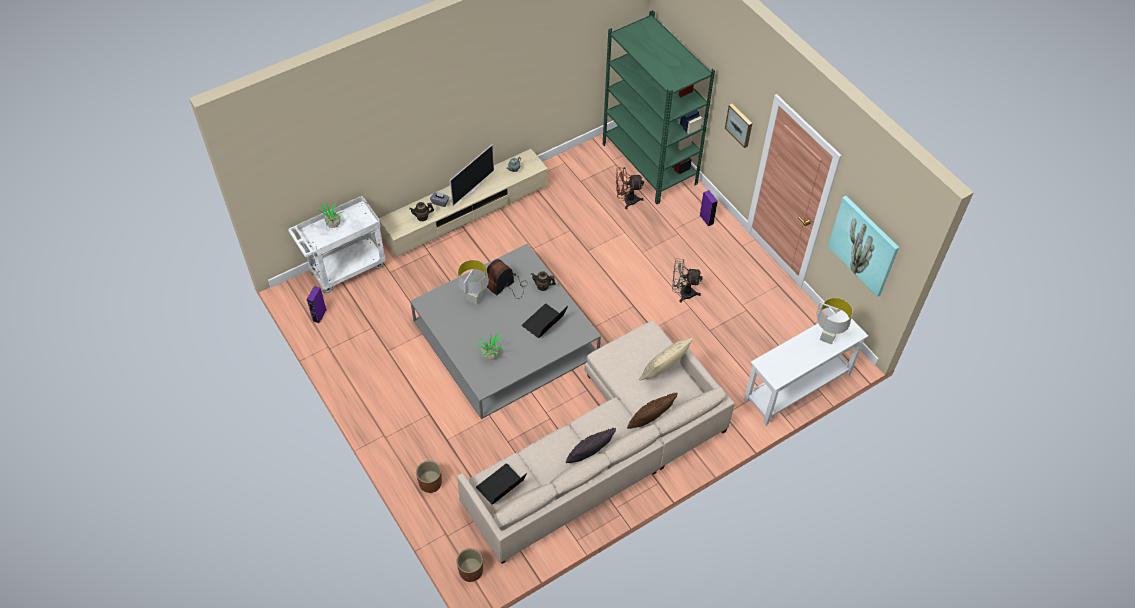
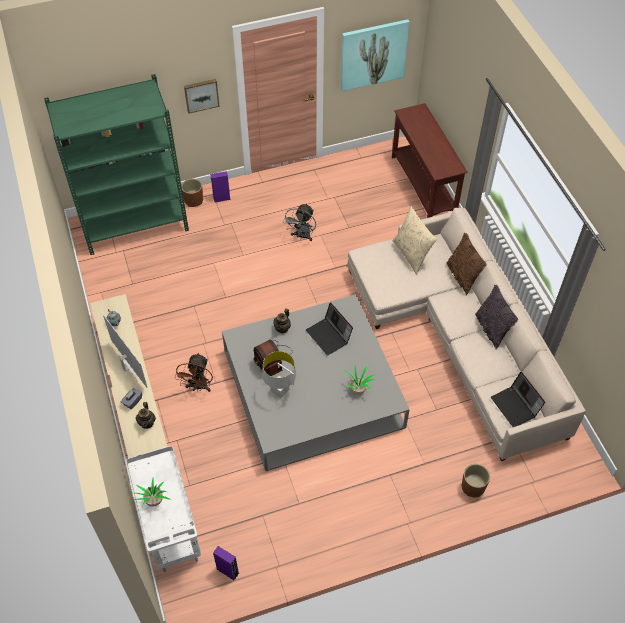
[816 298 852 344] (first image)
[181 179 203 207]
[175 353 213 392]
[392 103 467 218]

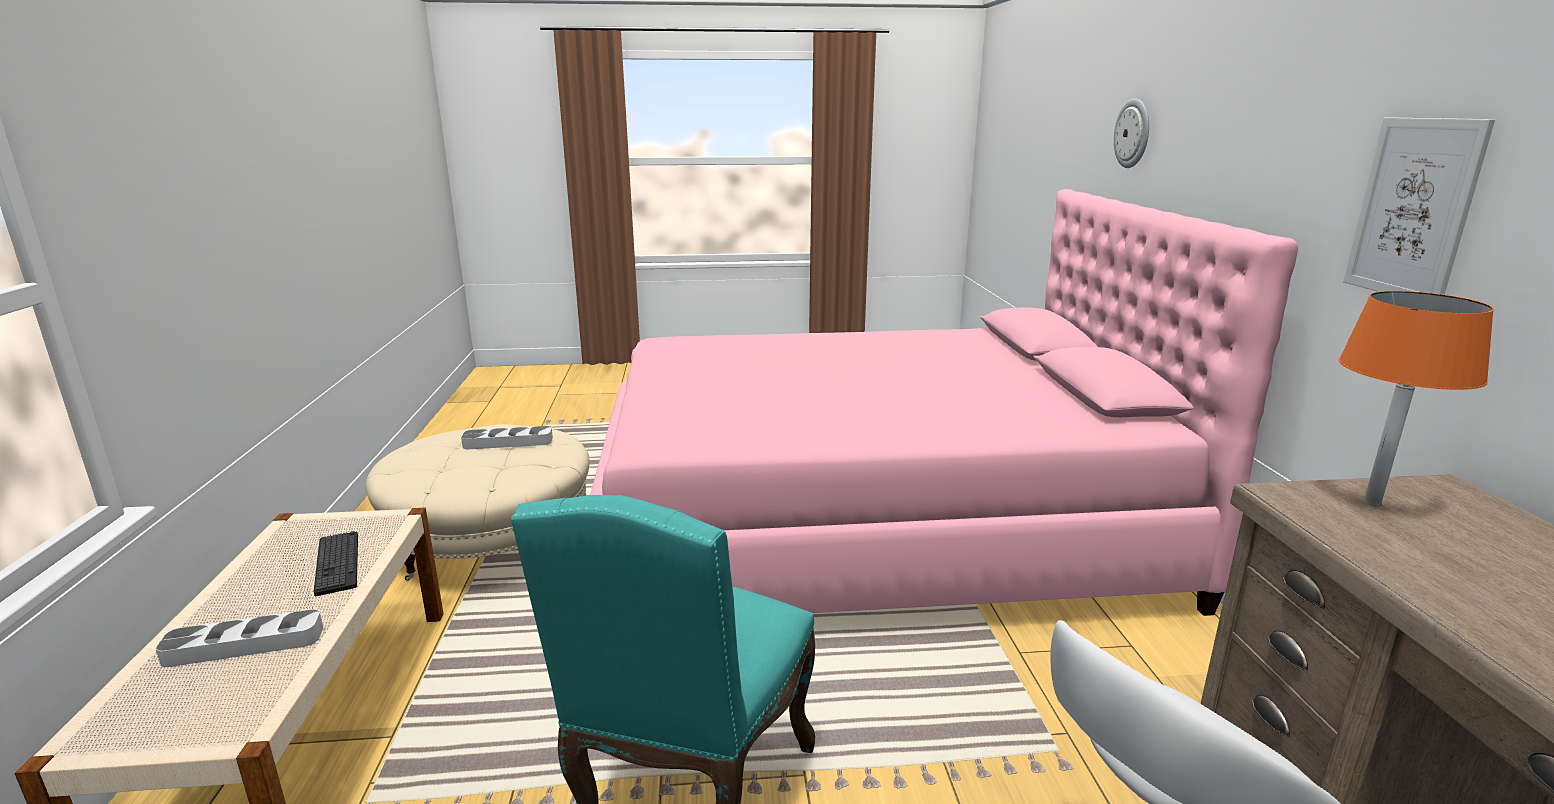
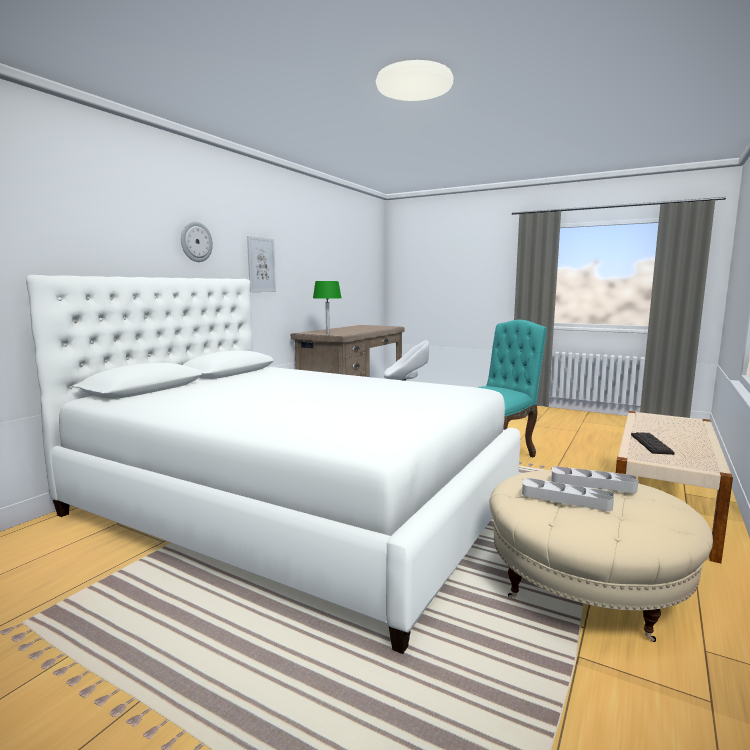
[551 466 638 493]
[181 222 213 262]
[26 275 520 654]
[313 281 341 334]

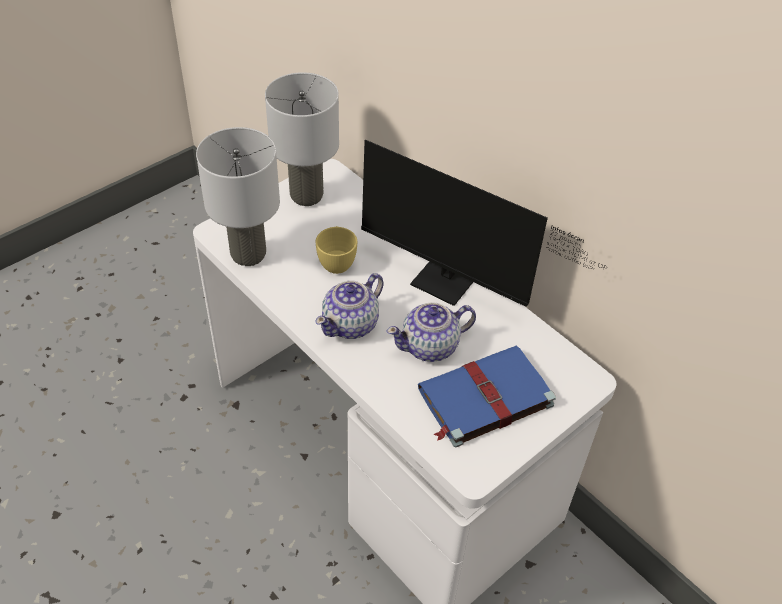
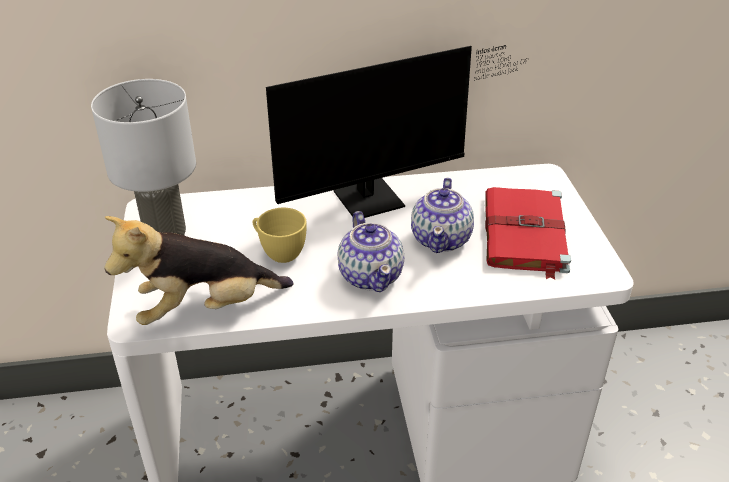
[104 216 294 325]
[485 187 571 280]

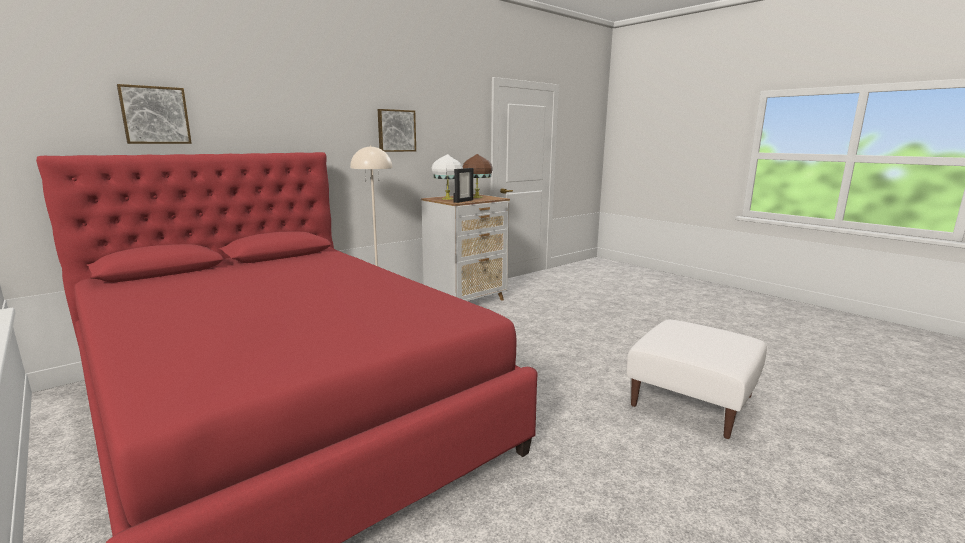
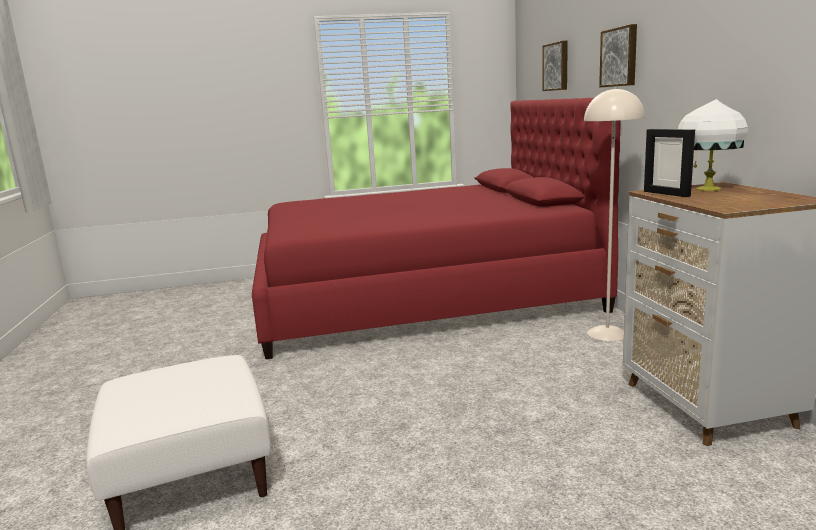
[463 154 493 198] (first image)
[599 24 637 88]

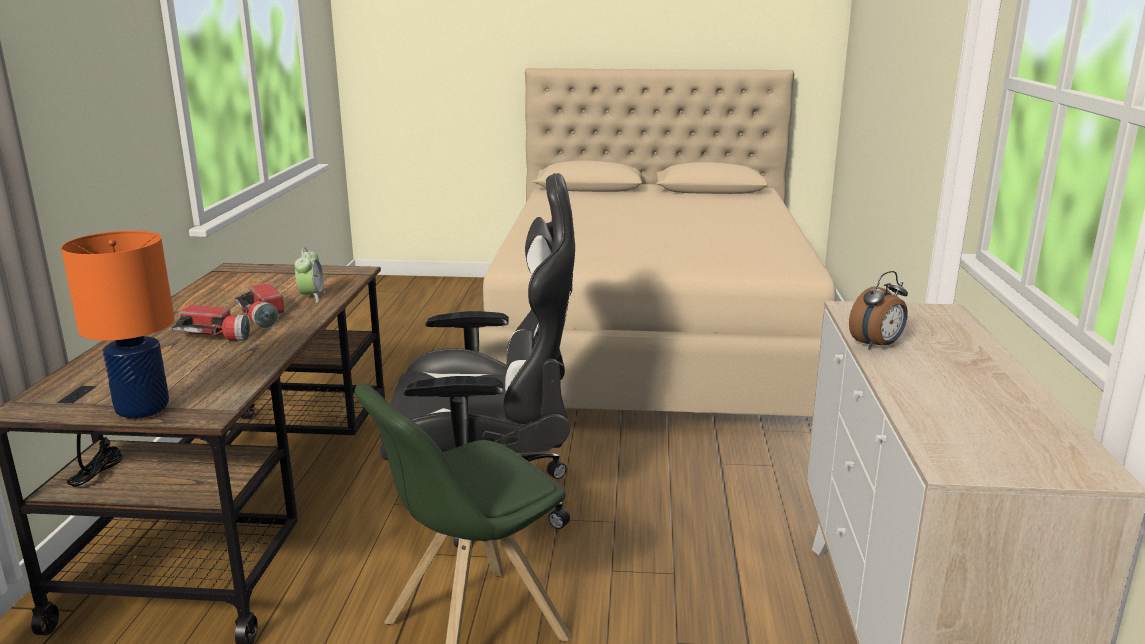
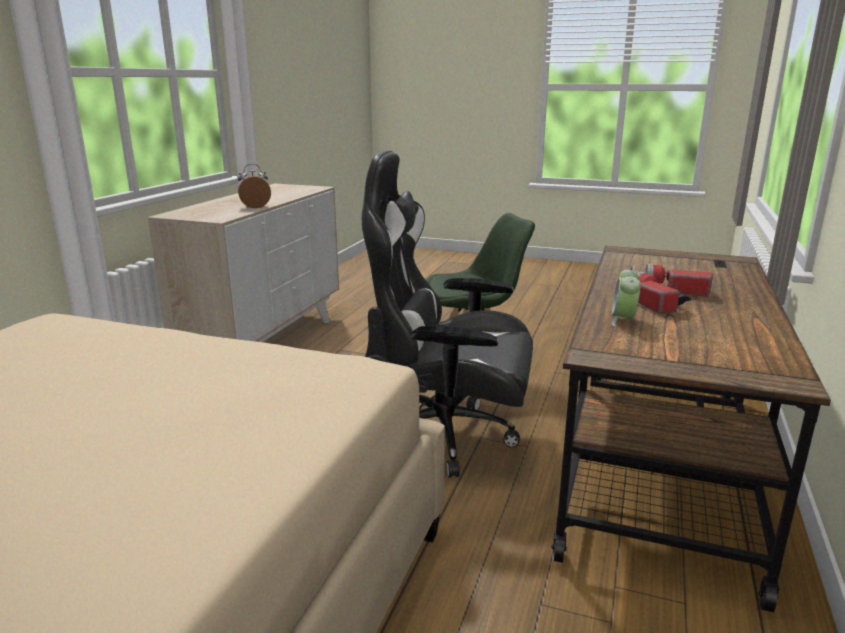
[61 231 175 419] (first image)

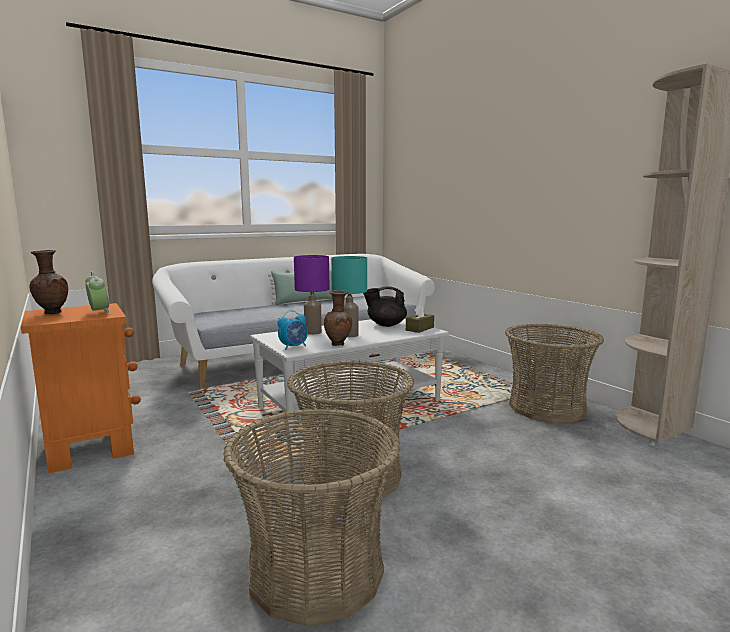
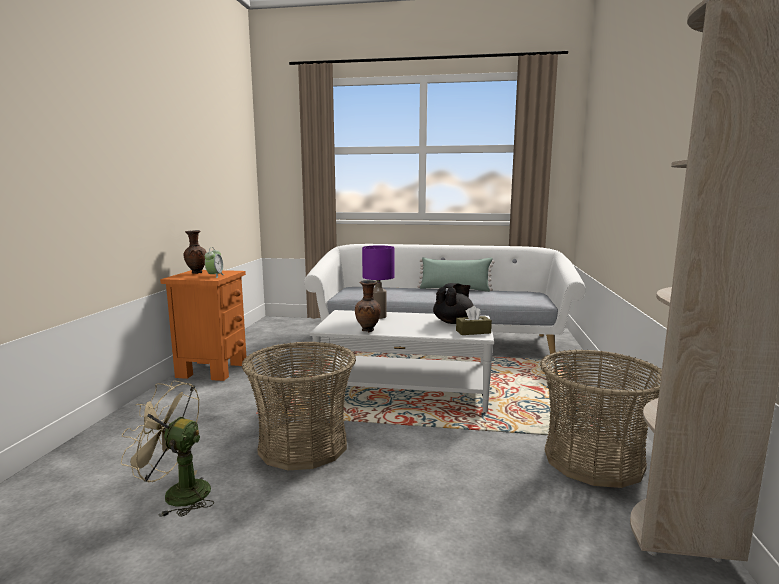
[277 310 308 350] (first image)
[331 256 367 337] (first image)
[121 380 214 517]
[433 283 474 324]

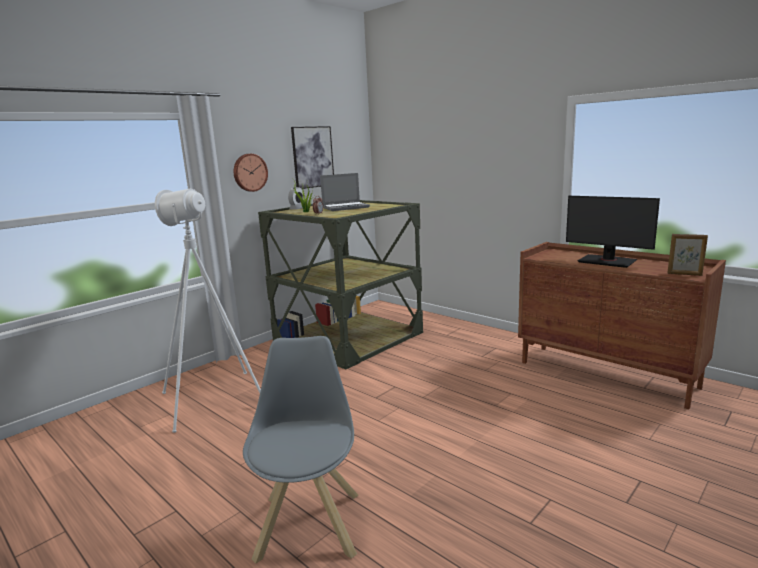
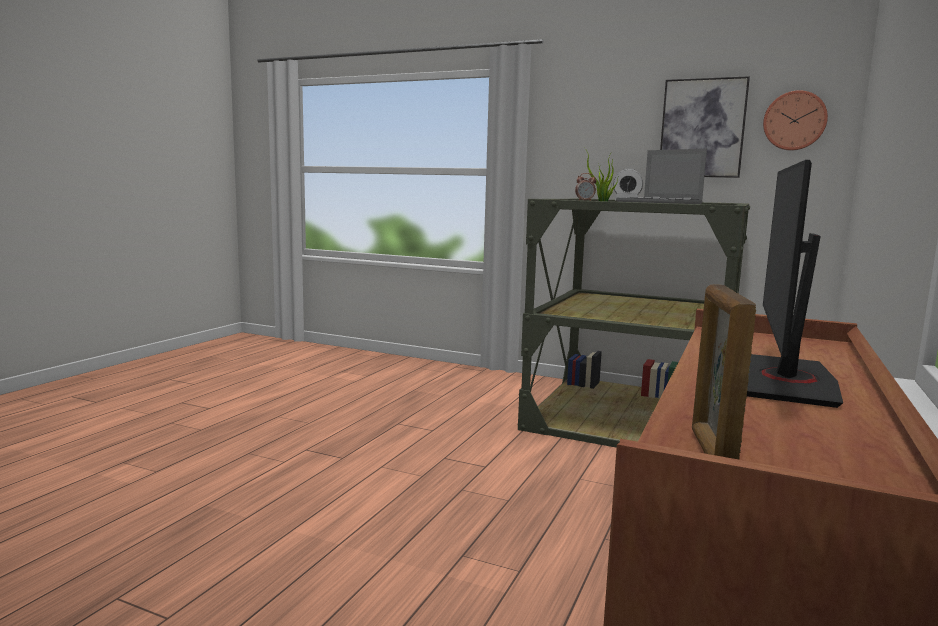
[155 189 261 433] (first image)
[243 336 359 564] (first image)
[763 90 828 151]

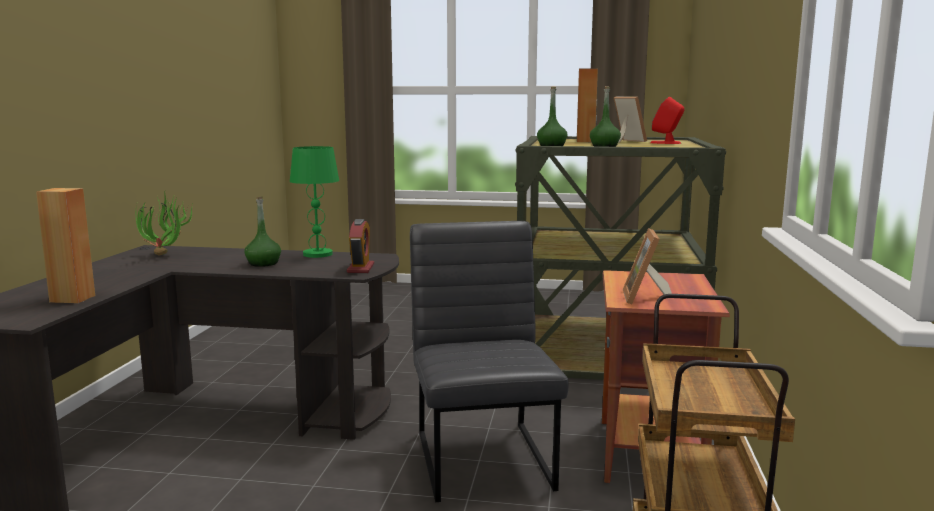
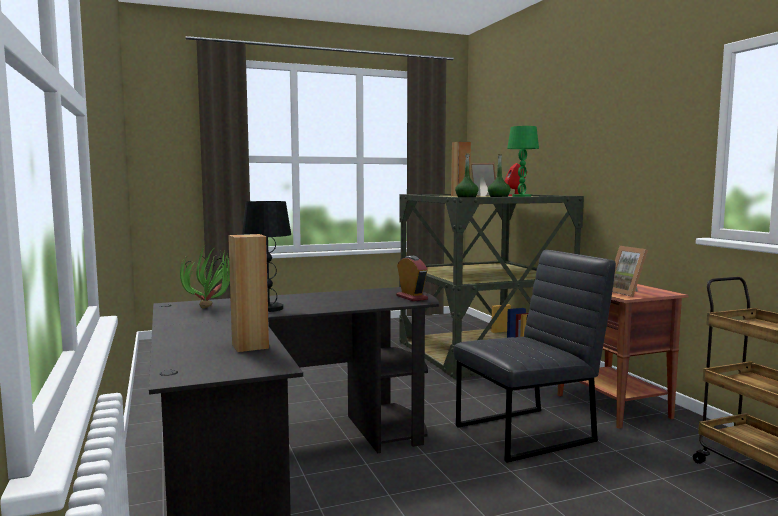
[244 197 281 267] (first image)
[242 201 291 312]
[507 126 539 197]
[454 250 616 463]

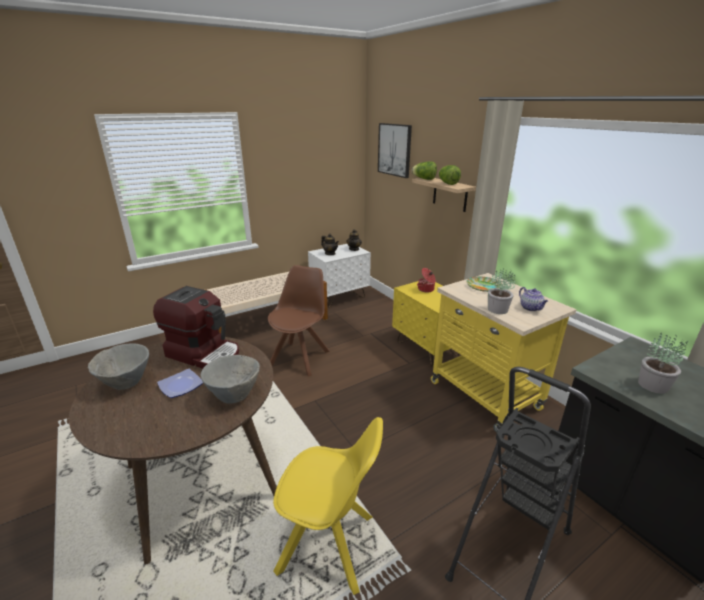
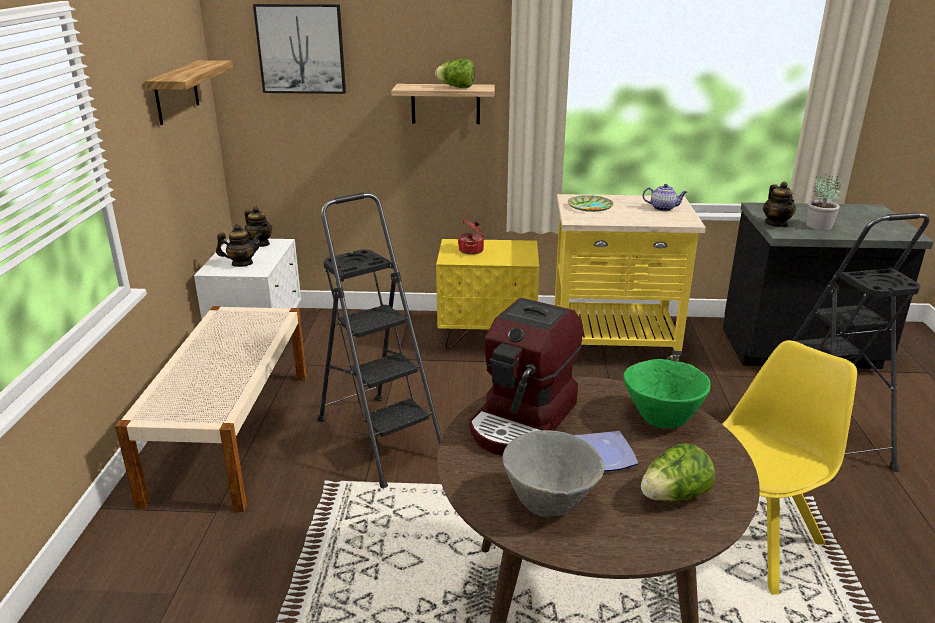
[488 268 516 314] (first image)
[145 60 233 125]
[763 182 796 227]
[641 443 715 501]
[317 193 442 488]
[623 359 711 429]
[469 298 583 456]

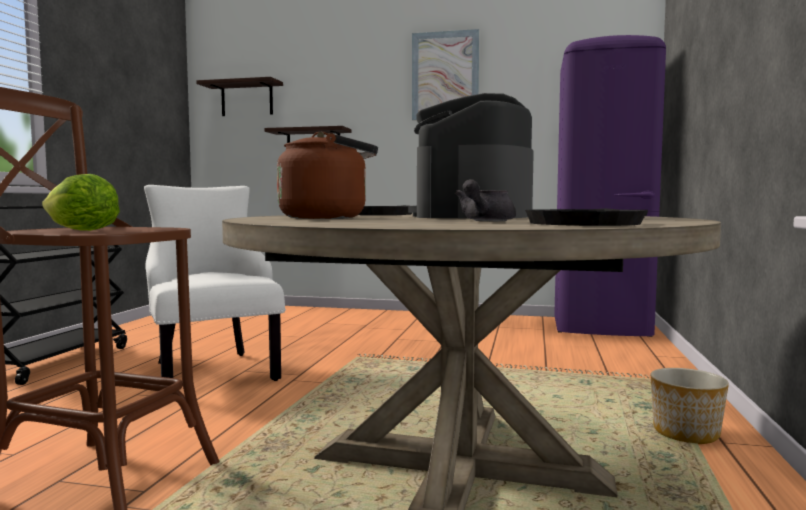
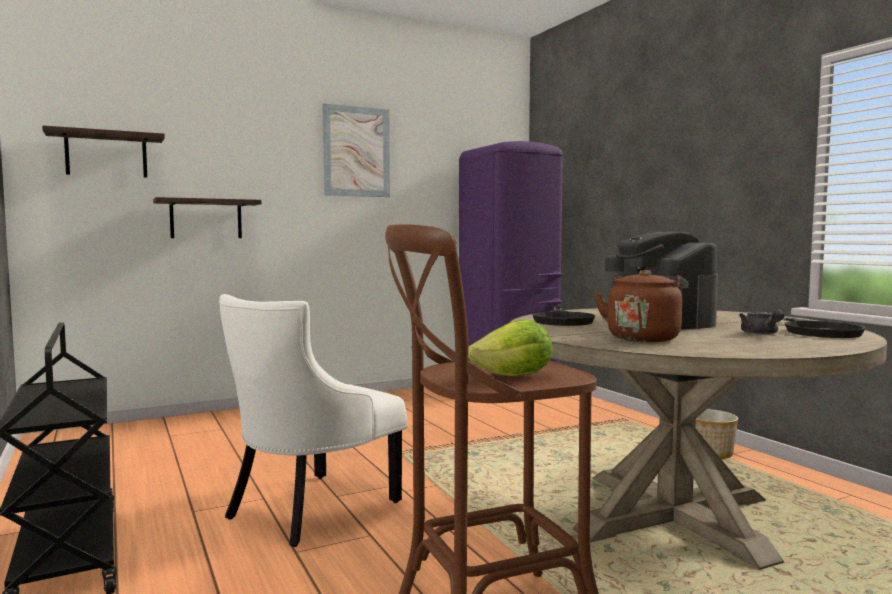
[219 294 407 547]

